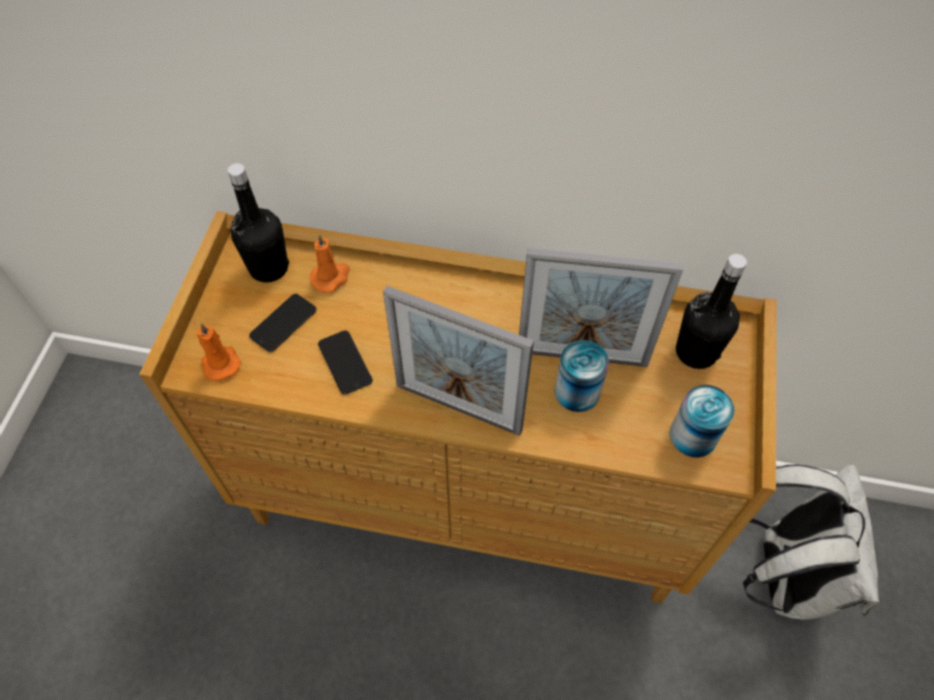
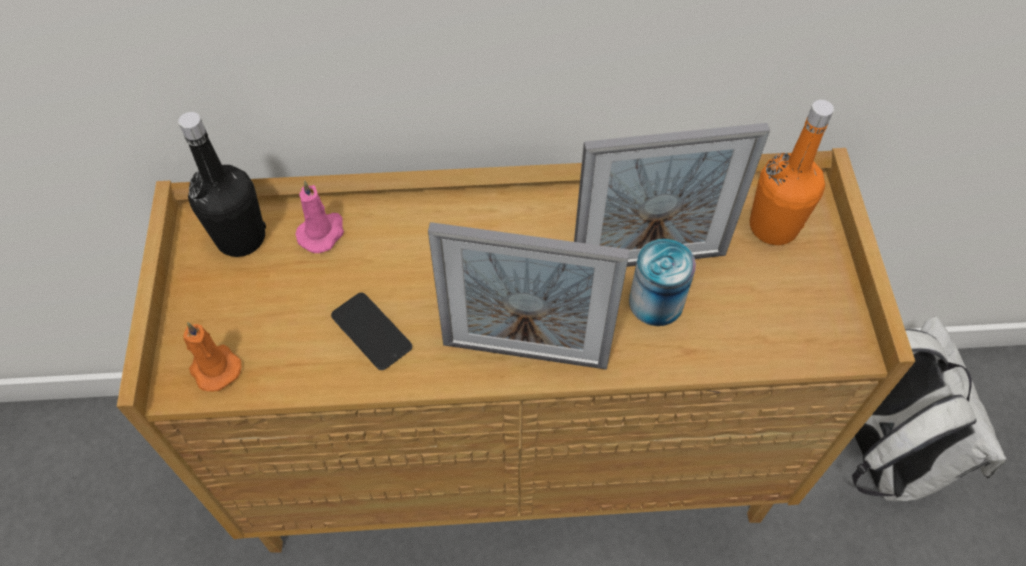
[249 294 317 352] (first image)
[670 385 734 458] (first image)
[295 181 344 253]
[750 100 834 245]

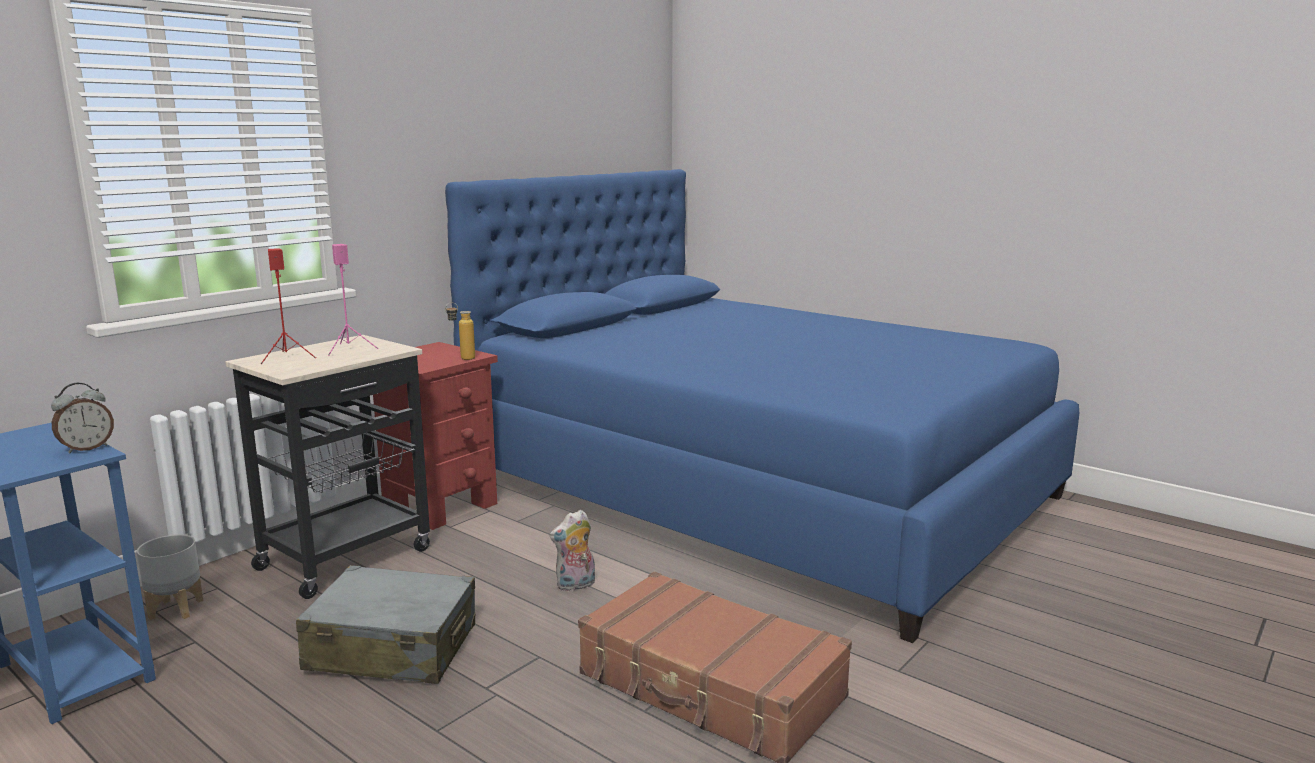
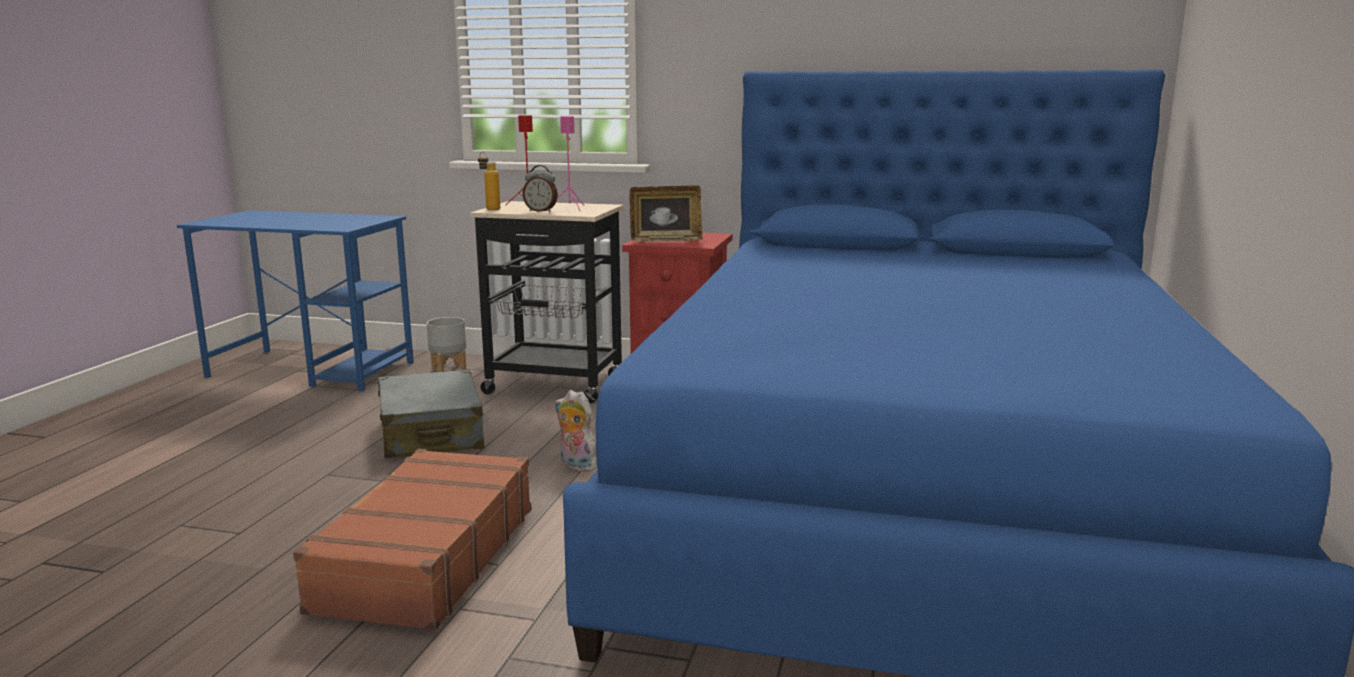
[629 186 702 242]
[522 165 558 212]
[478 151 500 210]

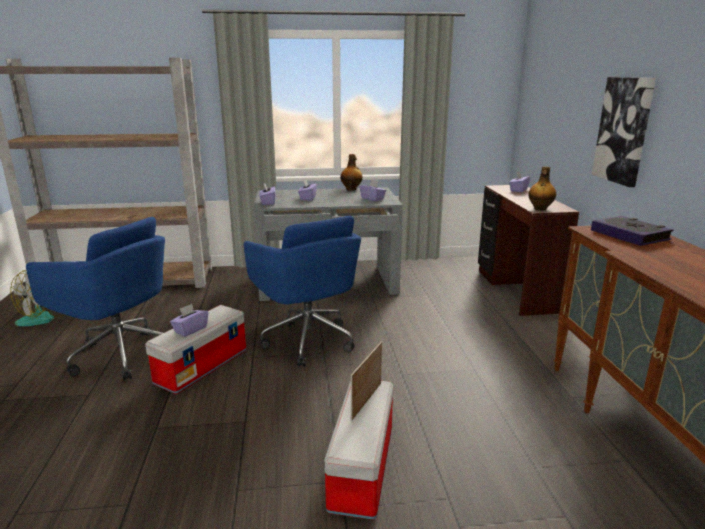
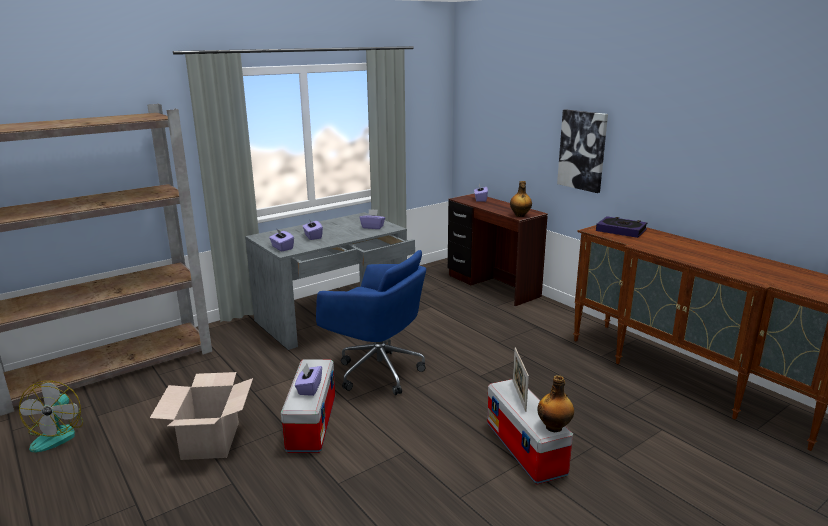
[537 375 574 432]
[150 372 253 460]

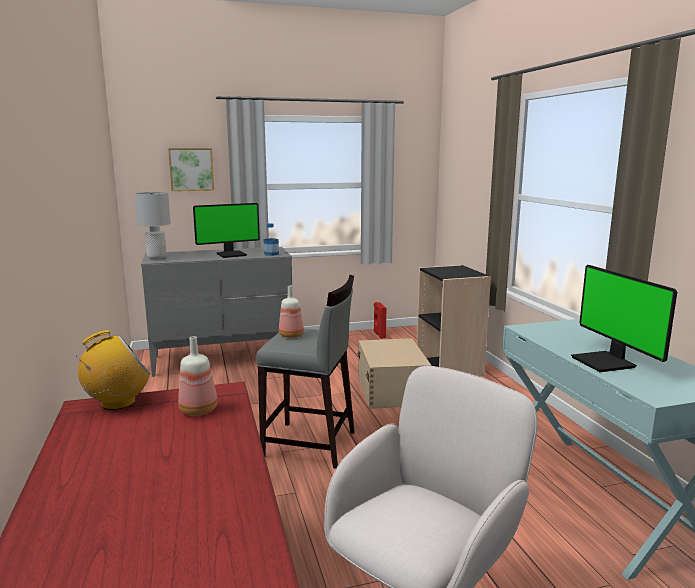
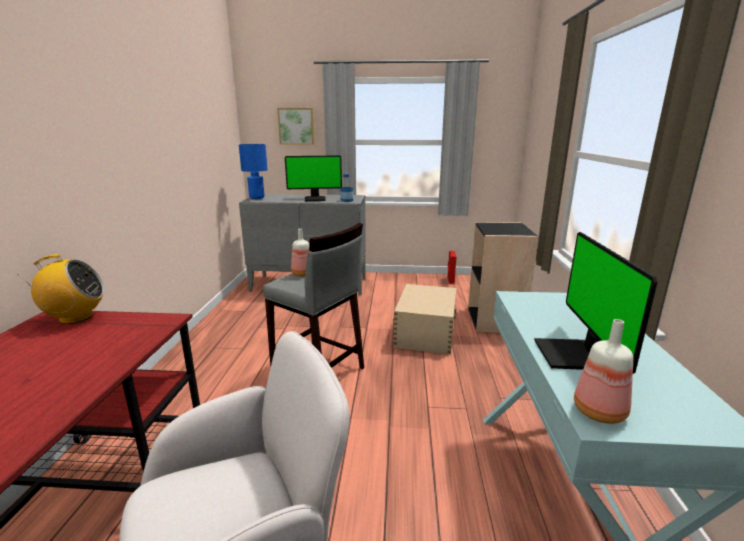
[574 319 633 424]
[239 144 268 199]

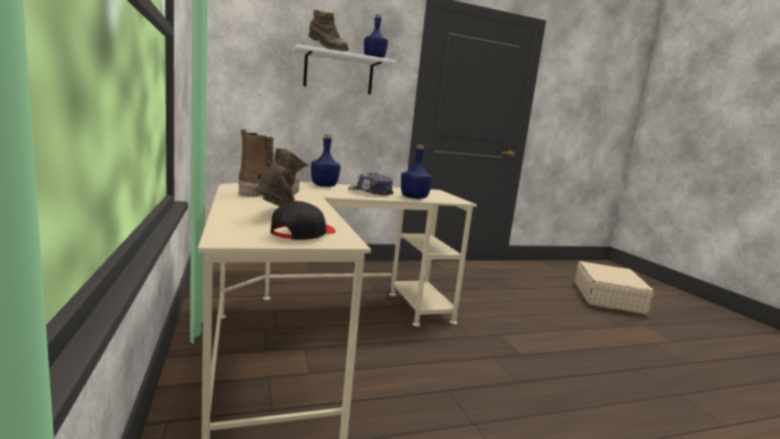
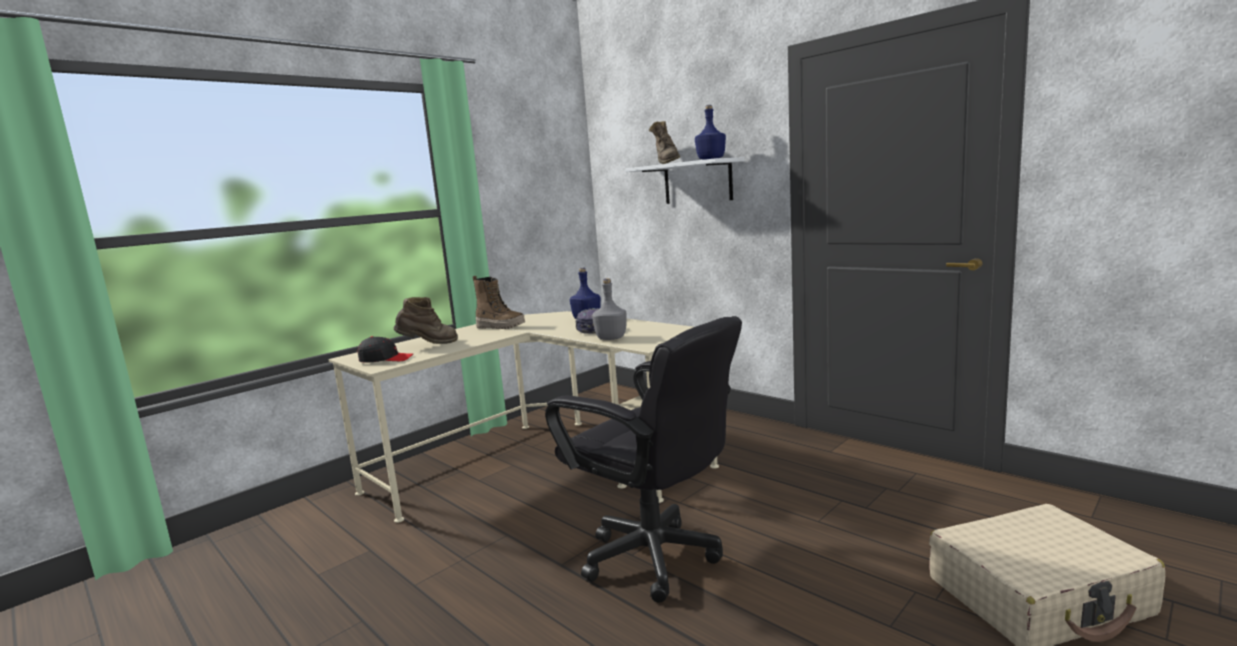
[545 316 742 603]
[592 278 627 340]

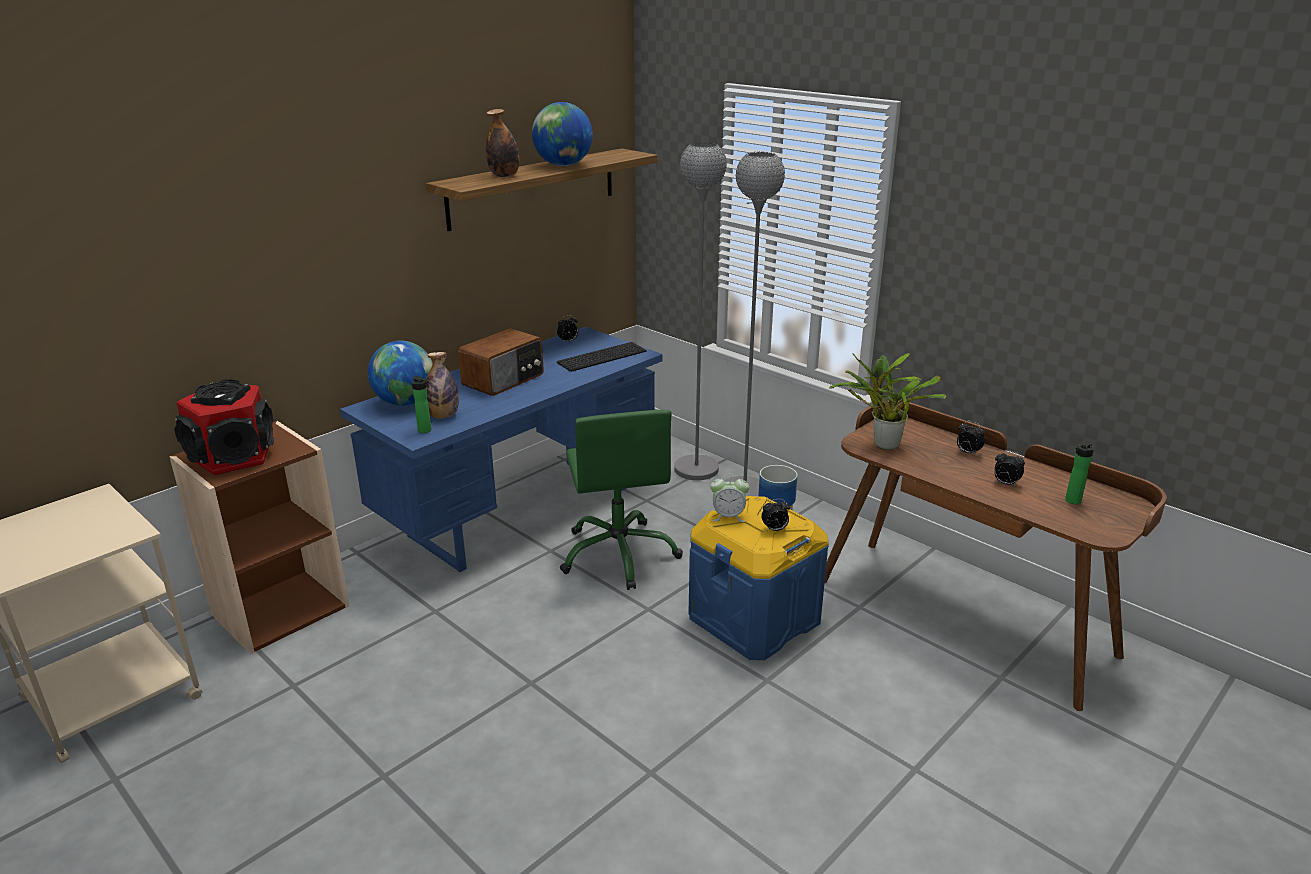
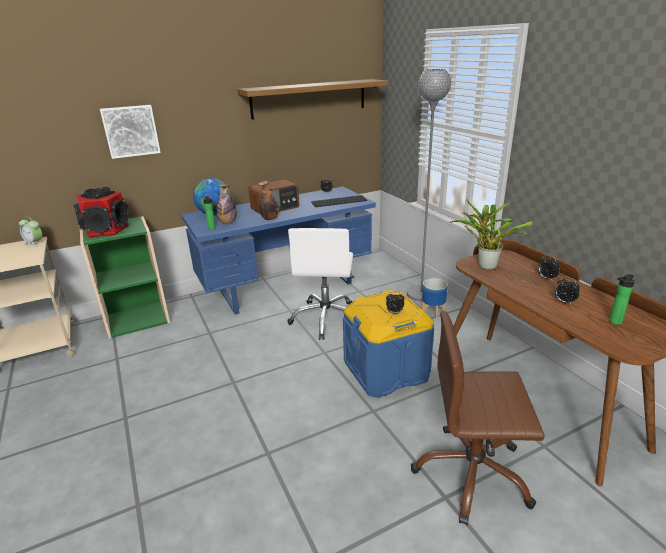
[532 102 593 166] (first image)
[674 142 727 480] (first image)
[100 105 161 159]
[411 311 545 525]
[258 181 279 220]
[19 217 42 247]
[80 216 170 339]
[287 228 354 340]

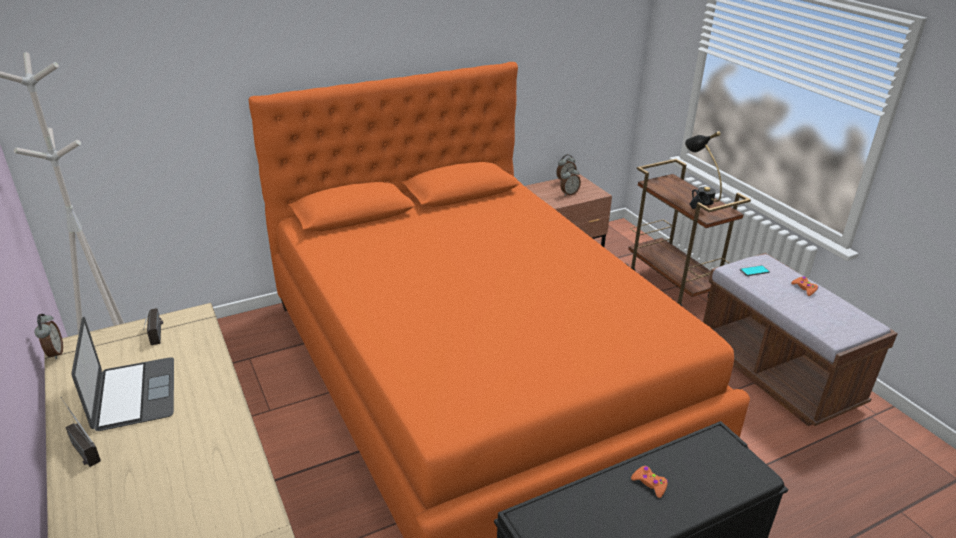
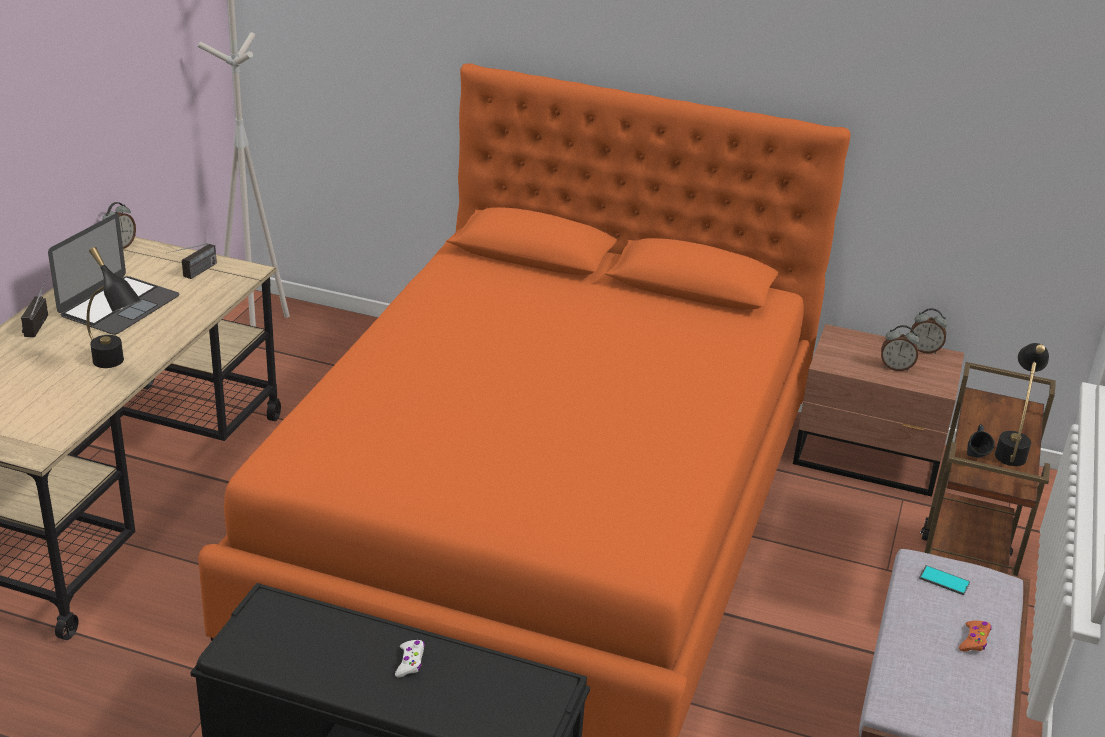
[87 247 142 368]
[395 640 425 677]

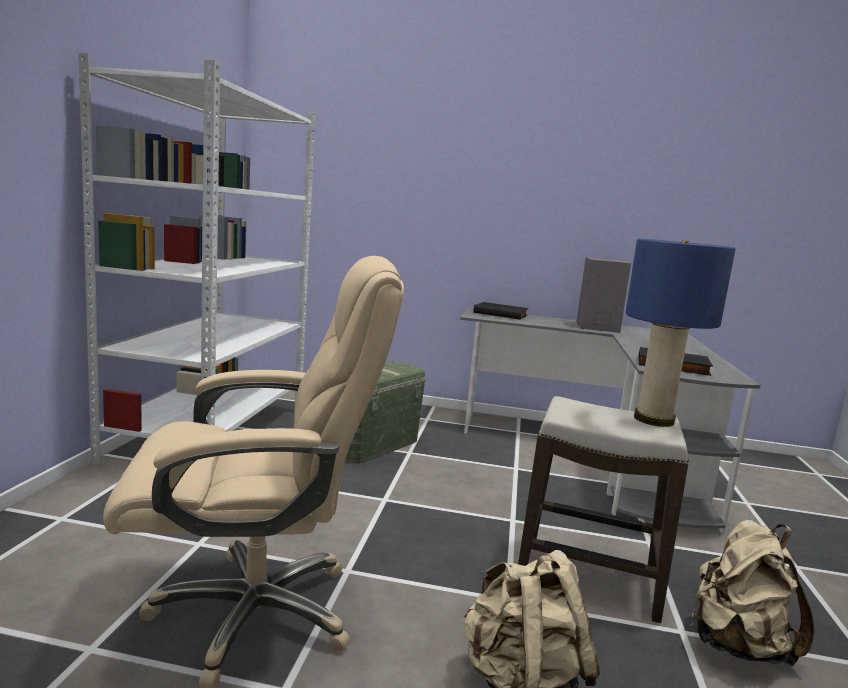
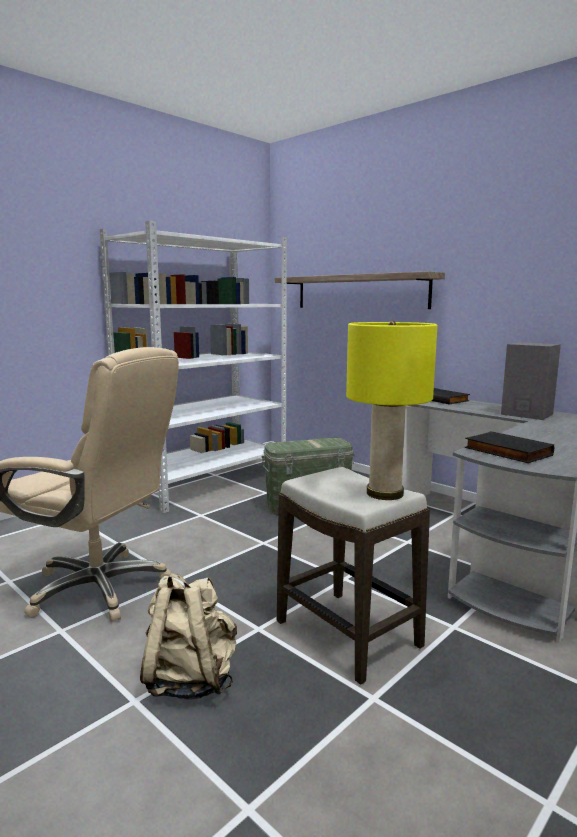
[690 520 814 666] (first image)
[275 271 445 309]
[346 321 437 500]

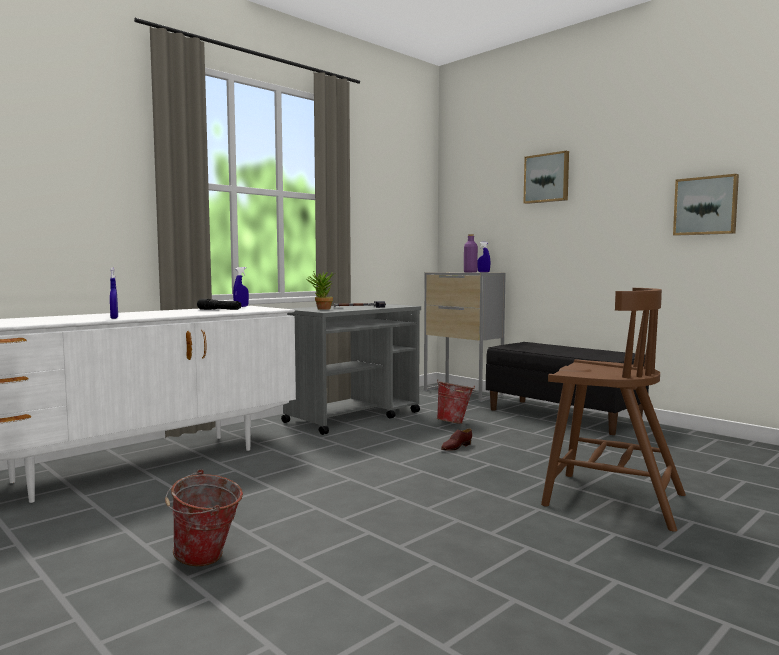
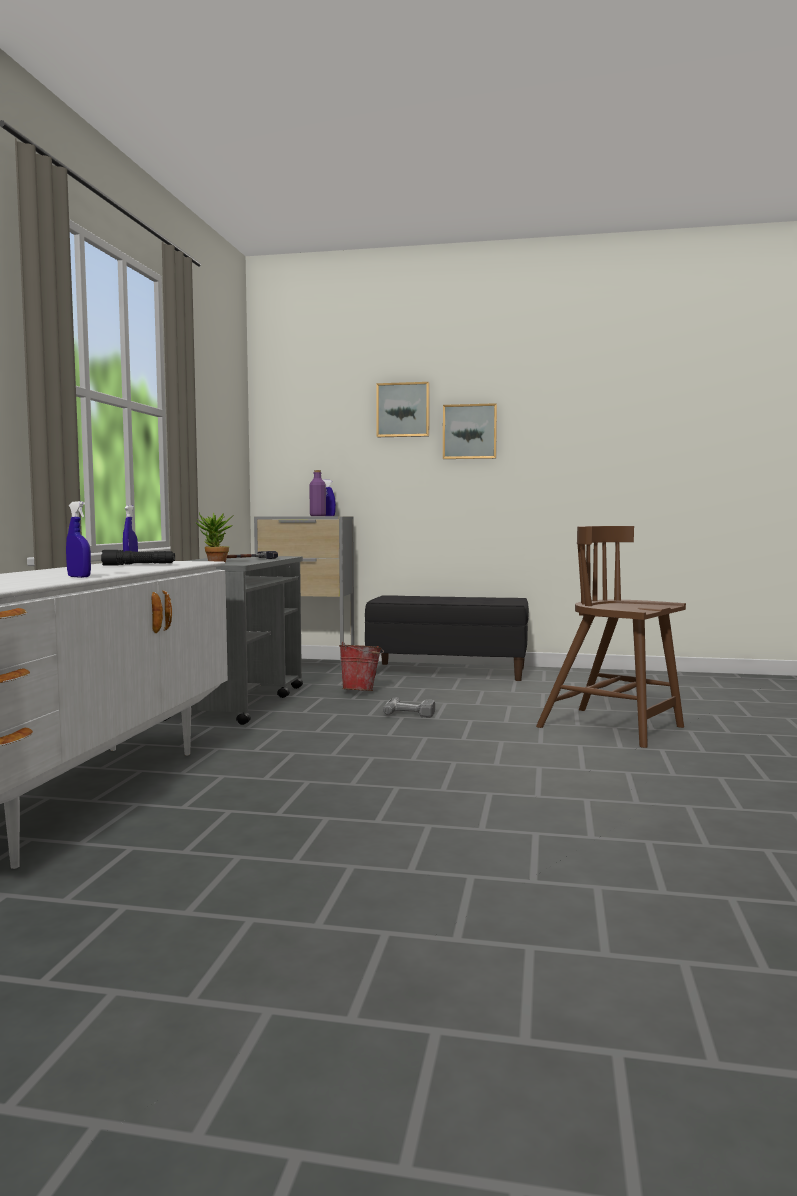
[165 469 243 566] (first image)
[443 403 497 459]
[383 697 435 718]
[536 526 686 748]

